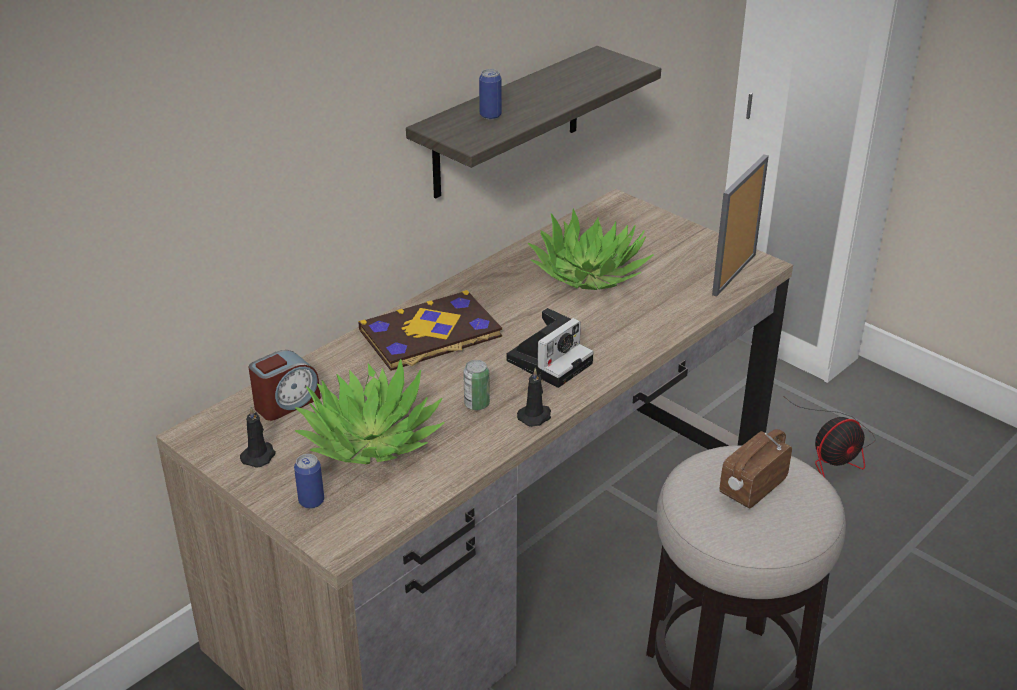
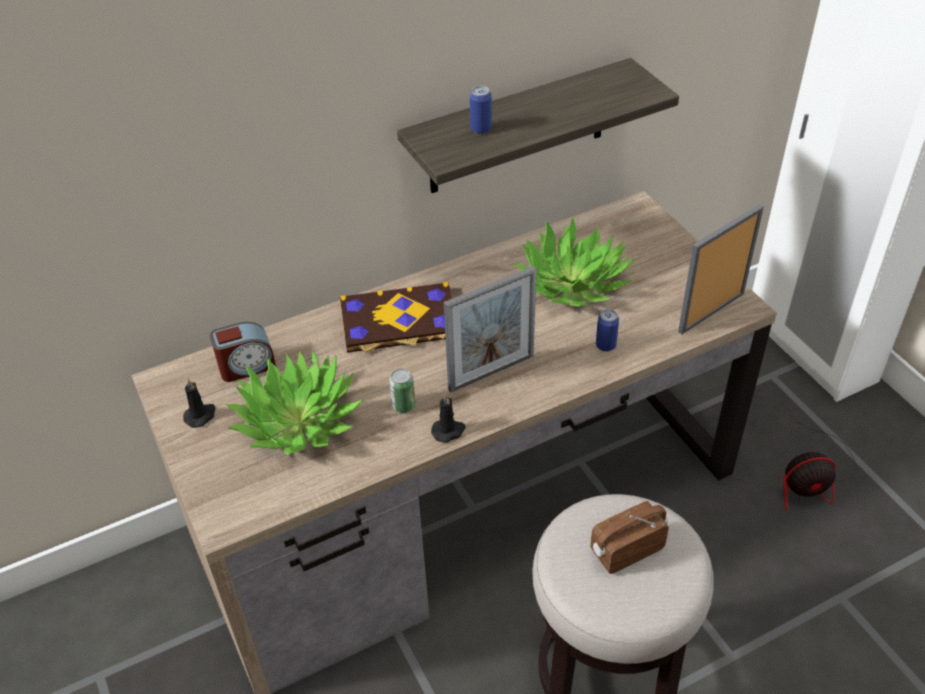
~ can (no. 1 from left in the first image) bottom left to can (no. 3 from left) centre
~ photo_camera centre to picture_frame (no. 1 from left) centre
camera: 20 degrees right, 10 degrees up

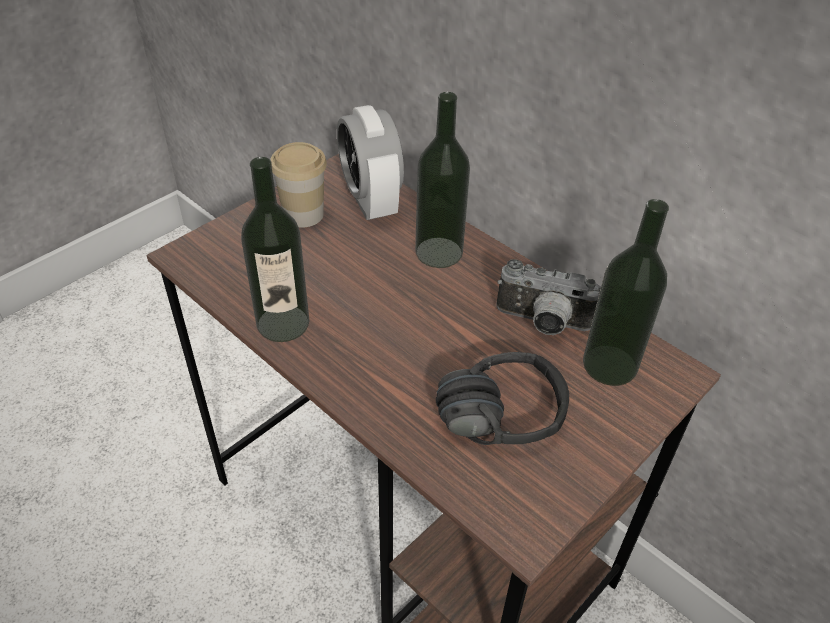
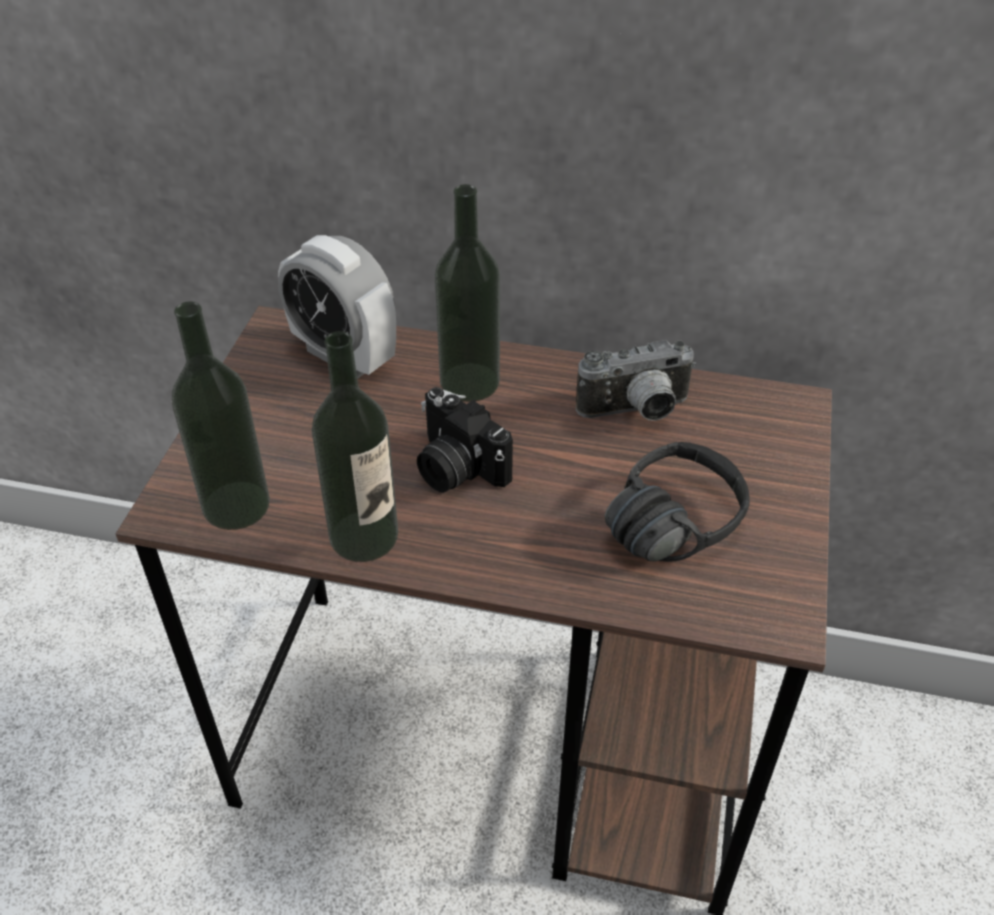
- cup top centre
+ photo_camera (no. 1 from left) centre
~ bottle (no. 3 from left in the first image) middle right to bottle (no. 1 from left) middle left
camera: 30 degrees left, 0 degrees up

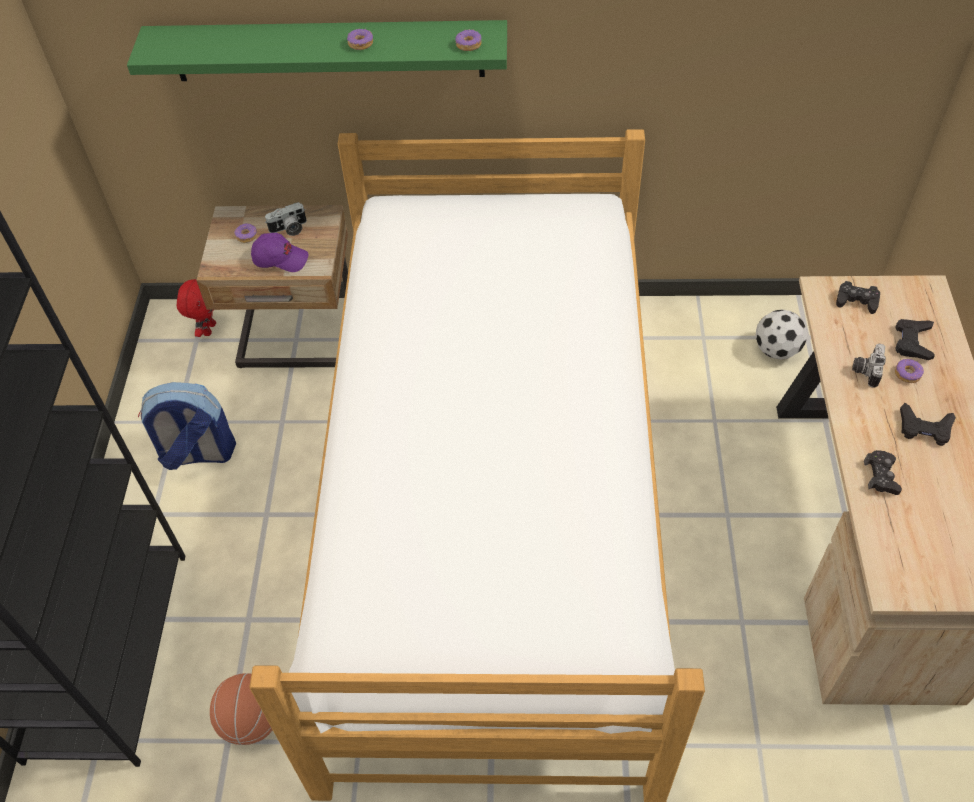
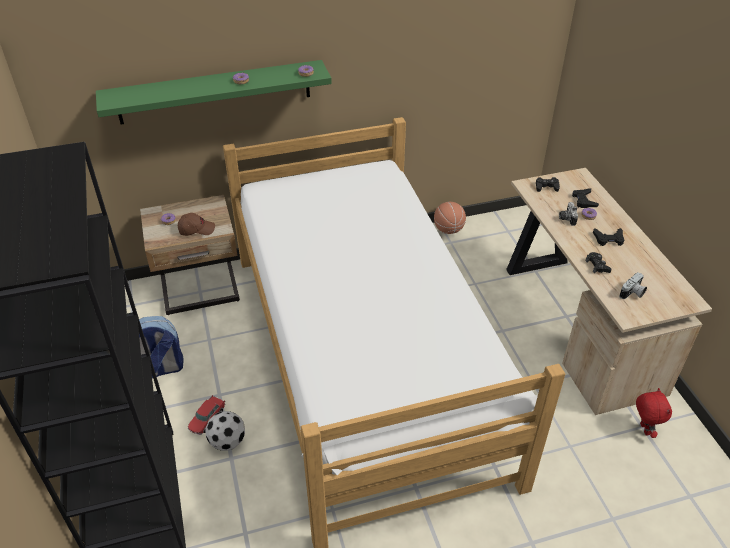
+ toy_car bottom left
~ red_plush_toy middle left to bottom right
~ basketball bottom left to centre
~ photo_camera (no. 1 from left in the first image) top left to photo_camera (no. 2 from left) middle right
~ football middle right to bottom left
~ purple_cap top left to brown_cap middle left
camera: 20 degrees left, 10 degrees down

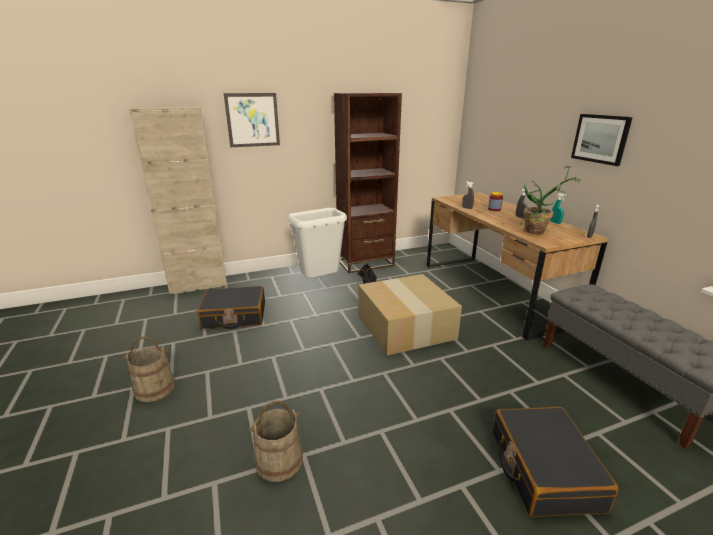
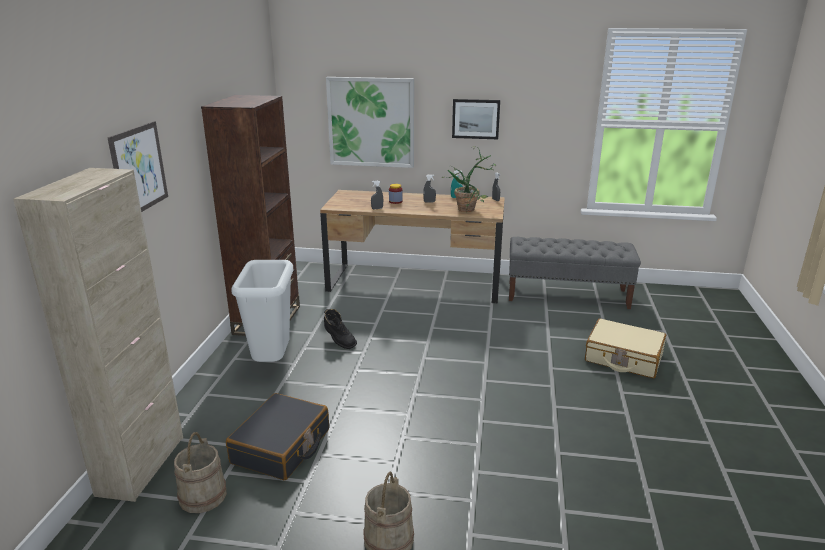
- cardboard_box centre
+ picture (no. 2 from left) top centre
~ beige_bucket (no. 2 from left in the first image) bottom centre to beige_bucket (no. 1 from left) bottom left
~ black_suitcase (no. 2 from left) bottom right to beige_suitcase middle right
camera: 60 degrees left, 0 degrees up

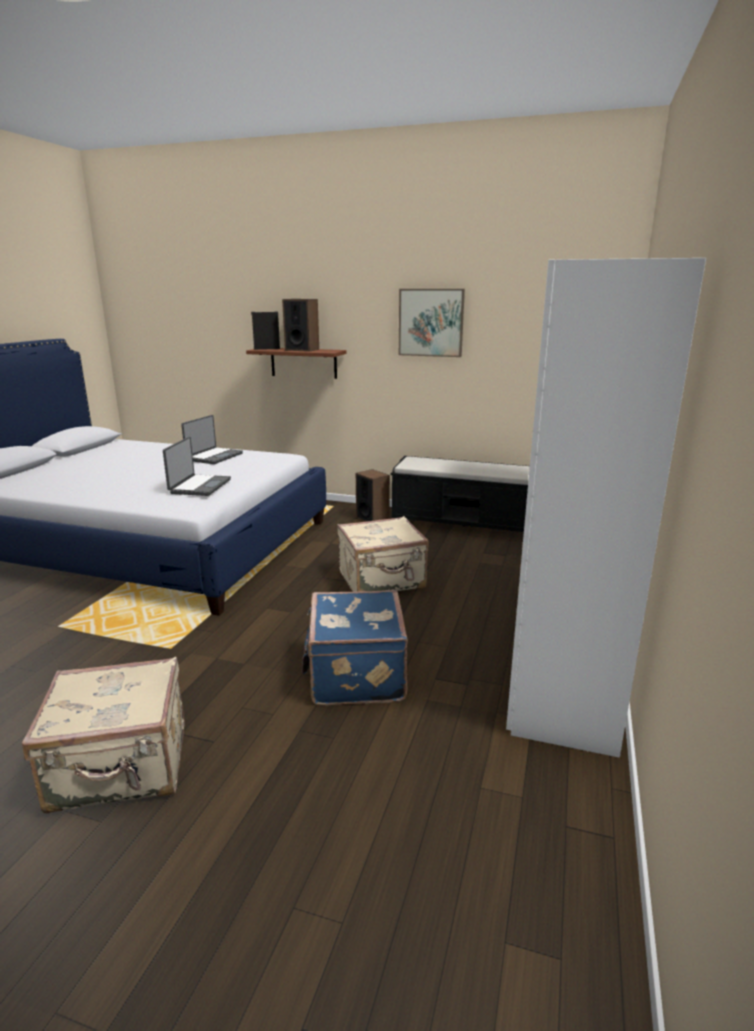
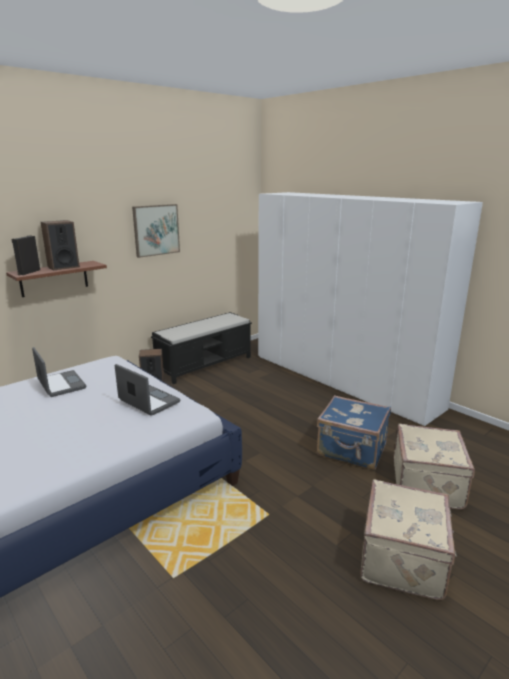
~ beige_suitcase (no. 2 from left) centre to bottom right
camera: 60 degrees left, 0 degrees up

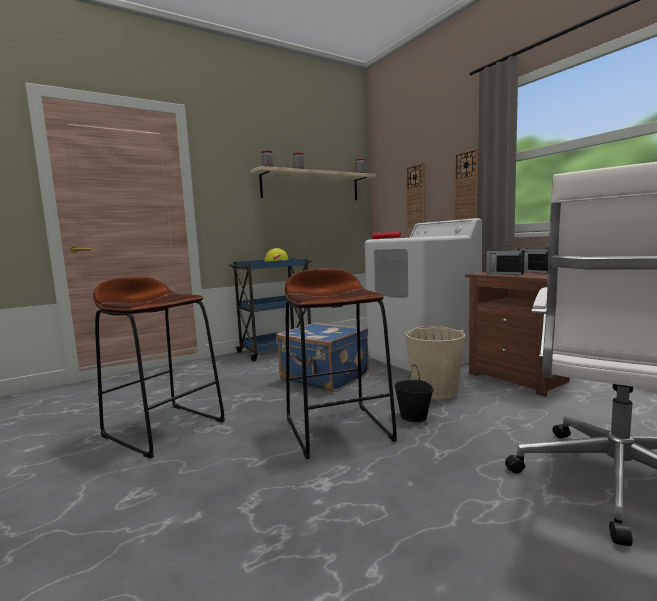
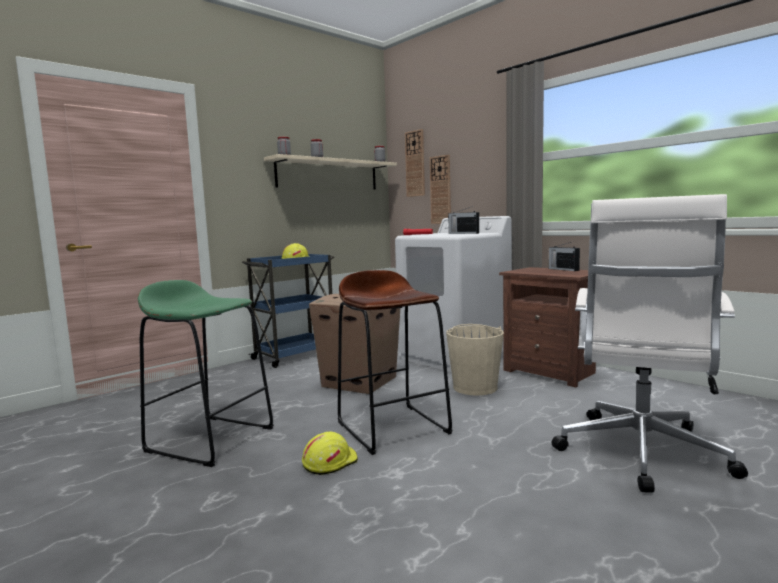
- black_bucket centre
+ yellow_hard_hat (no. 2 from left) bottom centre
~ wall_clock (no. 2 from left in the first image) top right to wall_clock (no. 1 from left) top centre
~ radio (no. 1 from left) middle right to centre
~ blue_suitcase centre to cardboard_box centre
~ brown_stool (no. 1 from left) middle left to green_stool middle left
camera: 10 degrees left, 0 degrees up

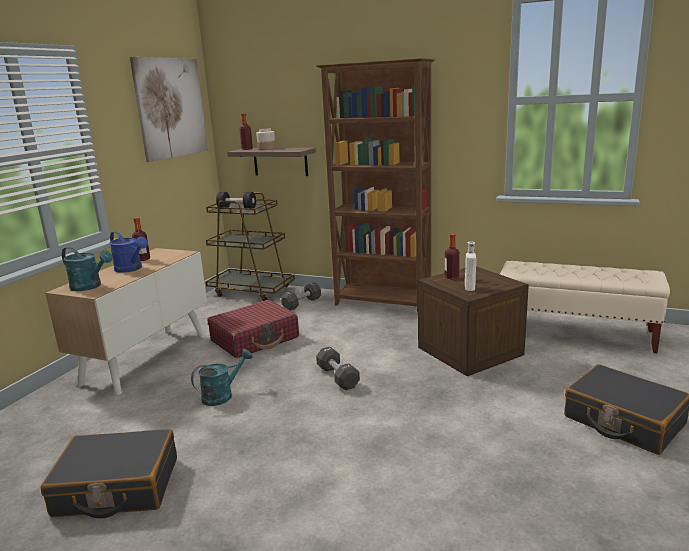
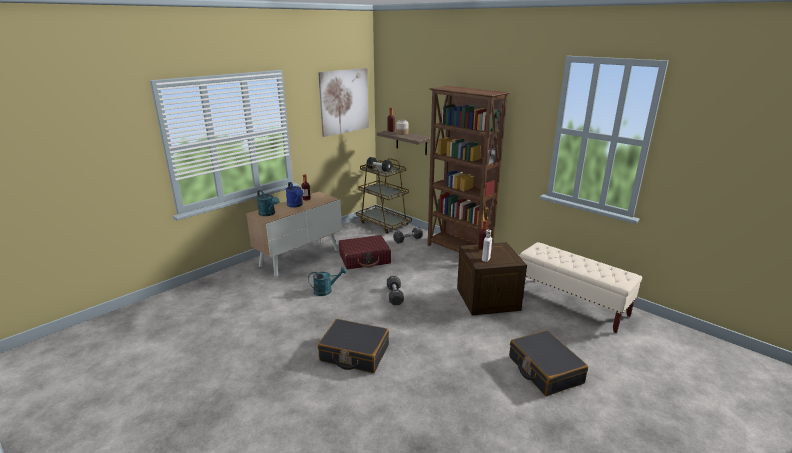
~ black_suitcase (no. 1 from left) bottom left to bottom centre
camera: 20 degrees right, 5 degrees up

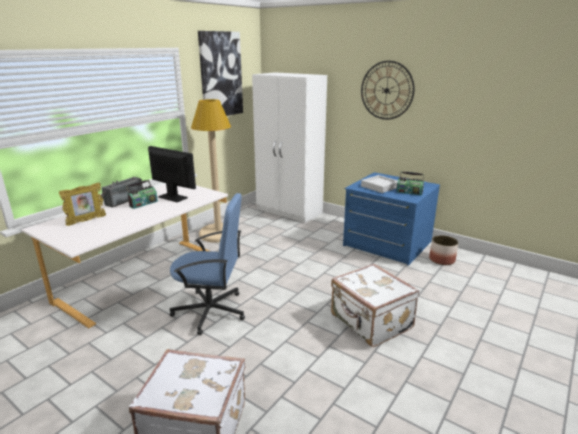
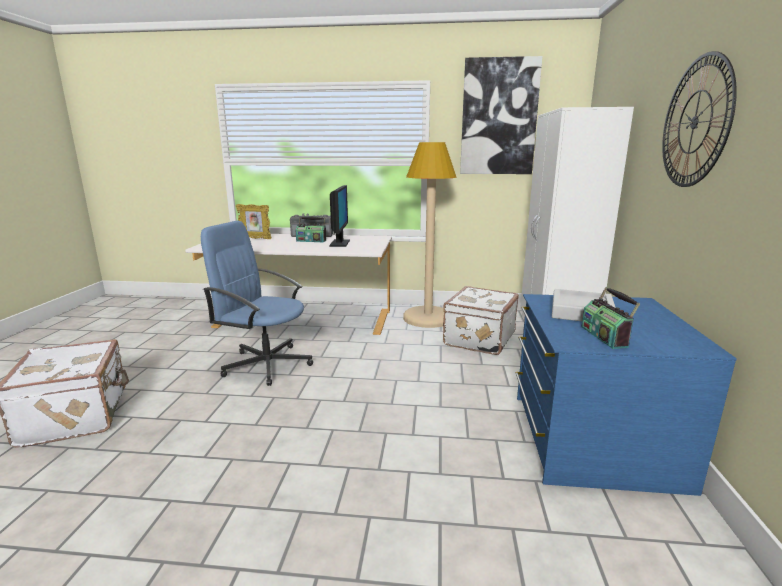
- planter middle right
~ white_suitcase (no. 2 from left) bottom centre to centre
~ blue_office_chair centre = middle left 135 degrees clockwise
camera: 60 degrees right, 5 degrees down

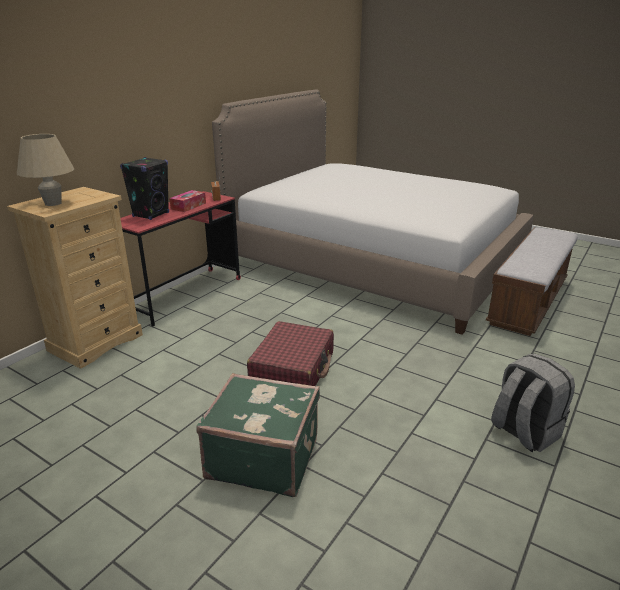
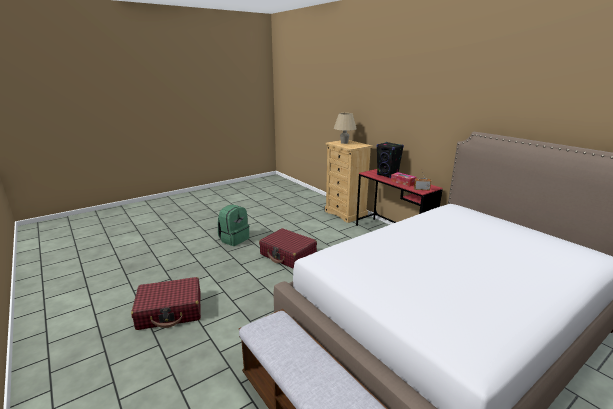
~ green_suitcase bottom centre to green_backpack centre
~ grey_backpack bottom right to red_suitcase (no. 1 from left) bottom left
camera: 110 degrees right, 5 degrees down

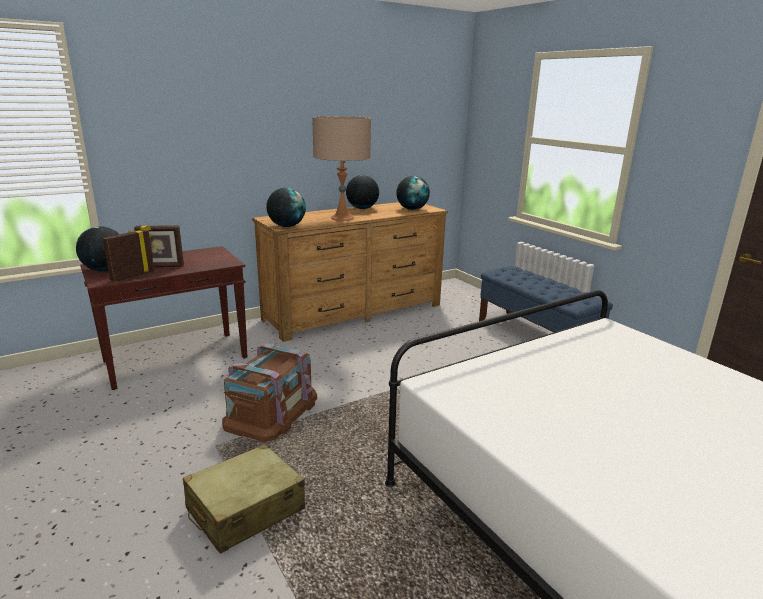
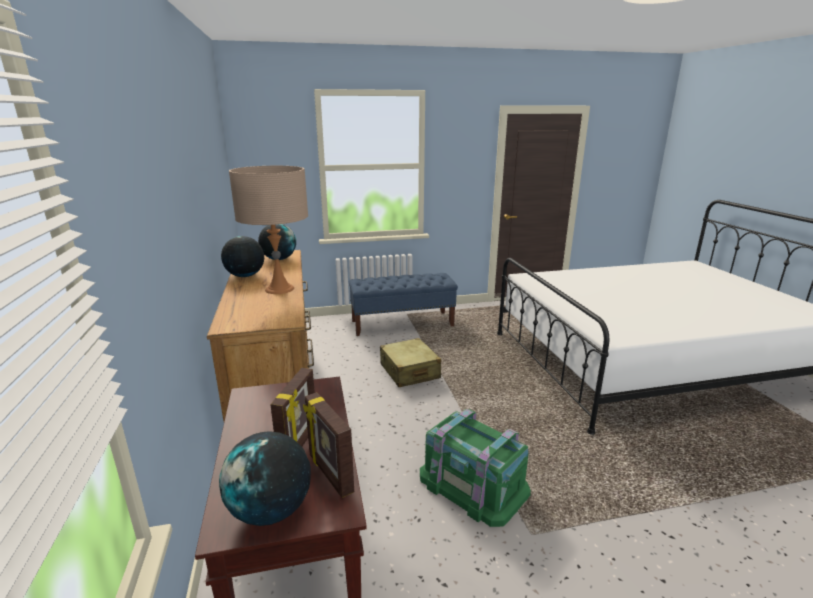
- globe (no. 2 from left) centre
~ beige_suitcase bottom left to centre
~ brown_storage_box centre to green_storage_box bottom centre
camera: 70 degrees left, 0 degrees up

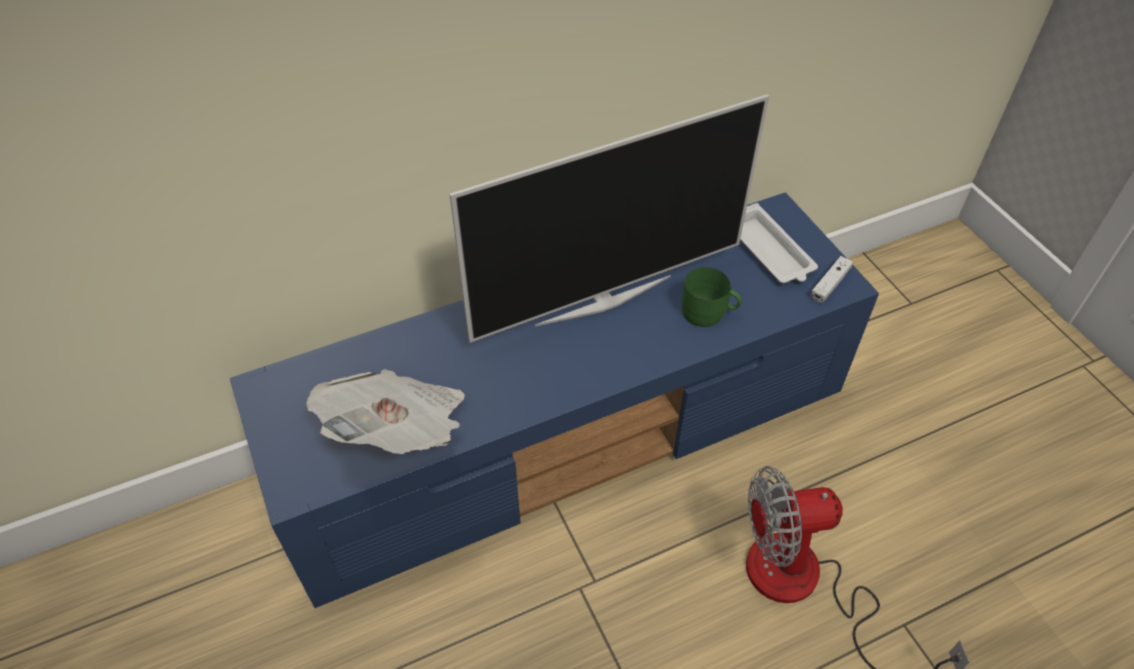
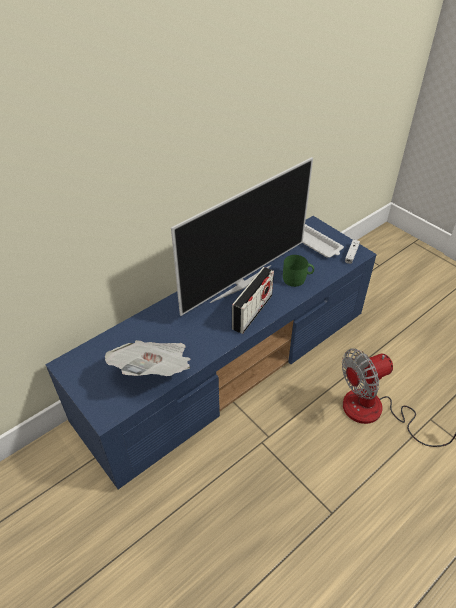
+ radio centre
camera: 15 degrees left, 5 degrees down

